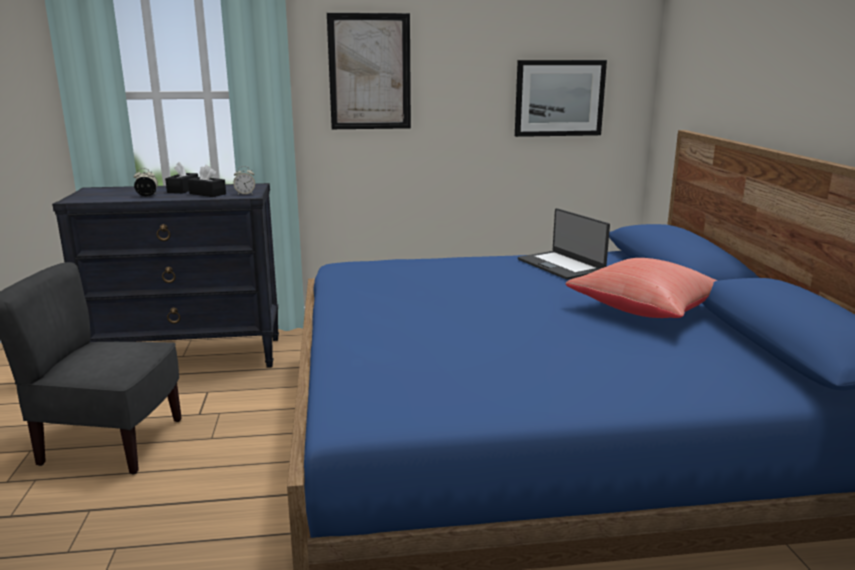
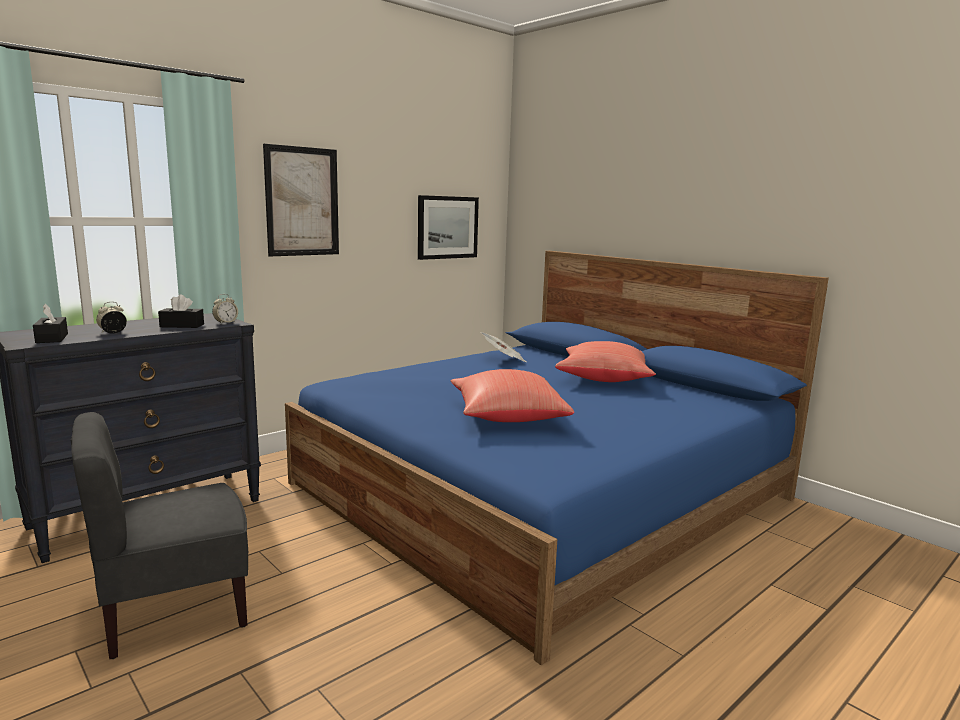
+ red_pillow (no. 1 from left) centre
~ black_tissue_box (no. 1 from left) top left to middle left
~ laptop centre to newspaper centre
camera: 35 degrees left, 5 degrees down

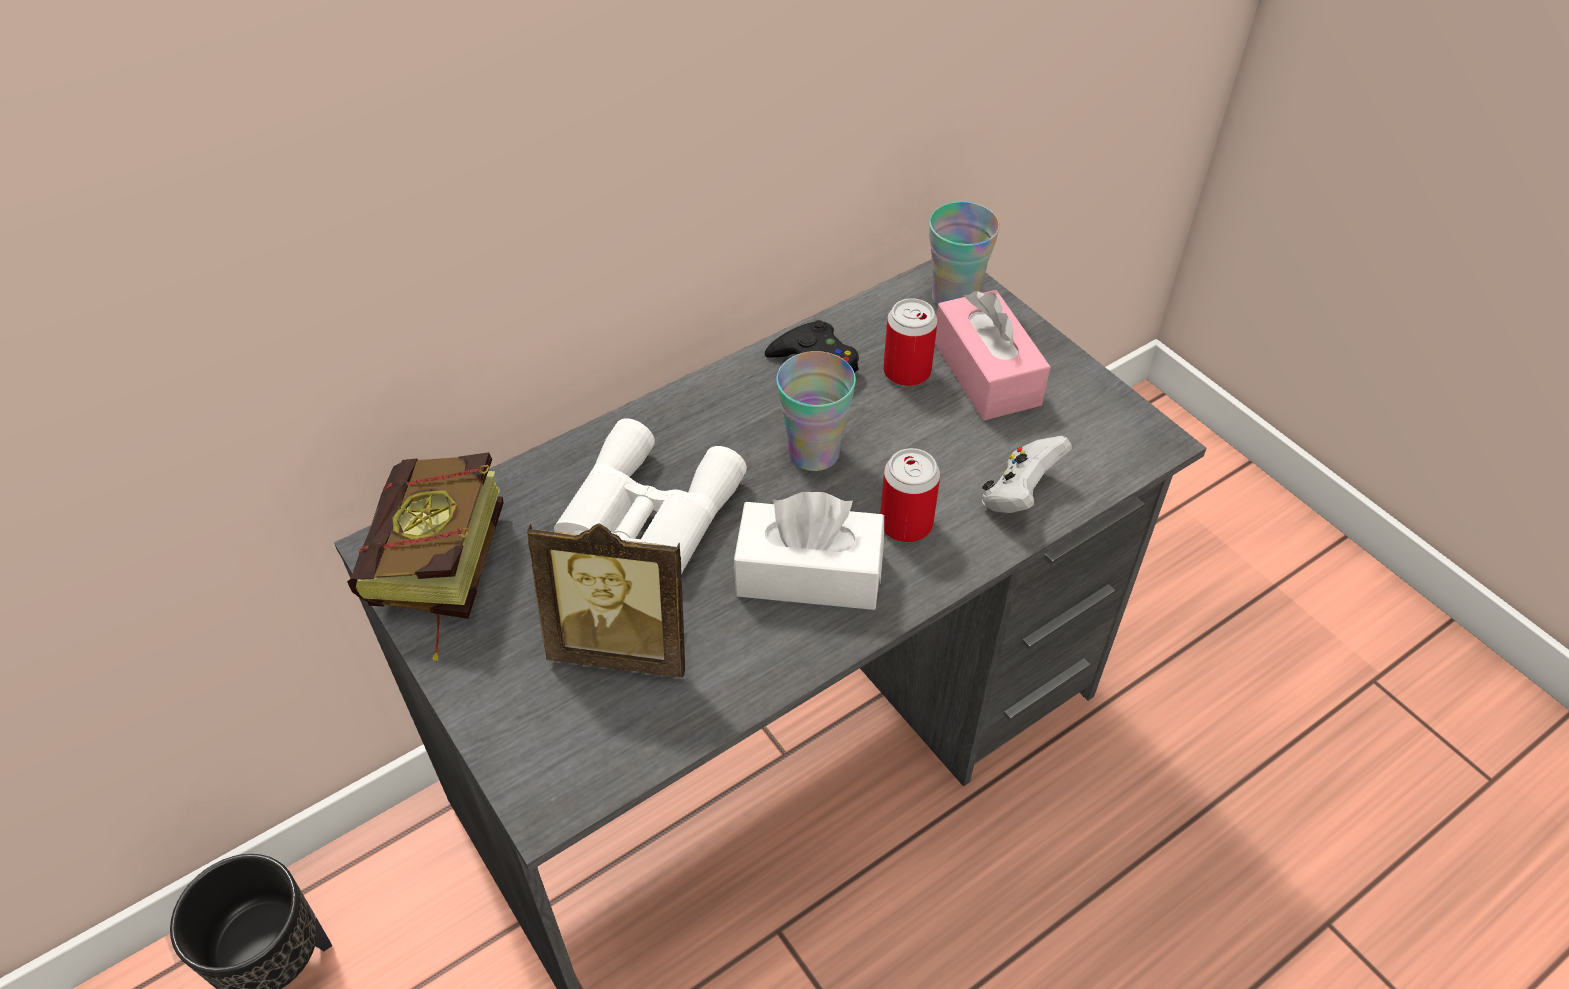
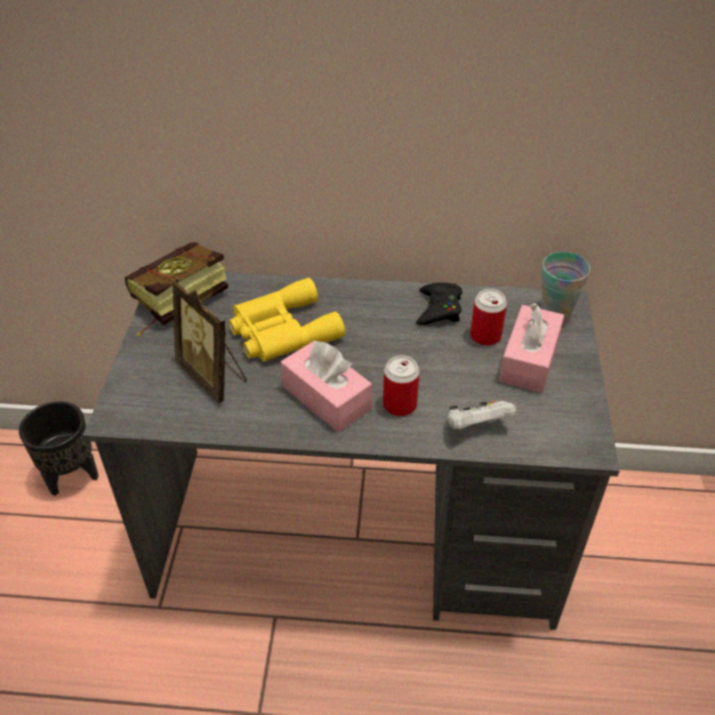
- cup (no. 1 from left) centre
~ white_binoculars centre to yellow_binoculars centre
~ white_tissue_box centre to pink_tissue_box (no. 1 from left) centre
camera: 40 degrees right, 5 degrees down

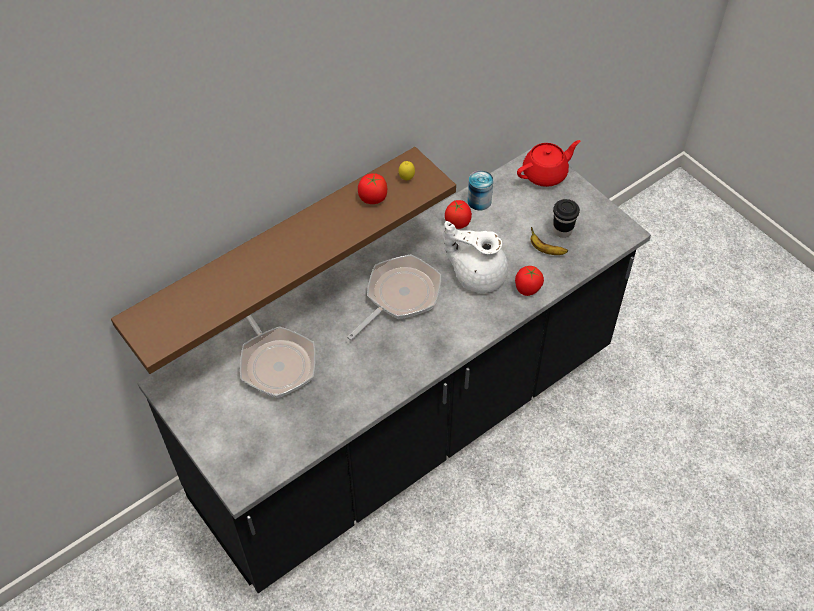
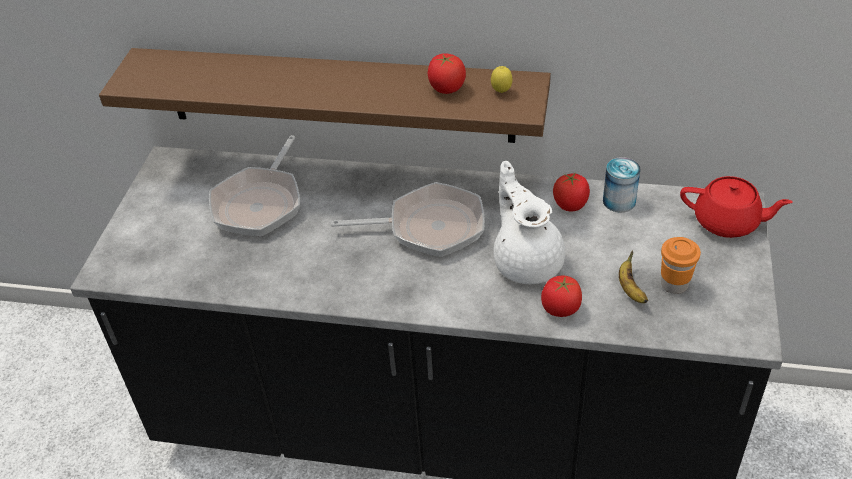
~ black_cup middle right to orange_cup middle right
camera: 50 degrees right, 10 degrees down

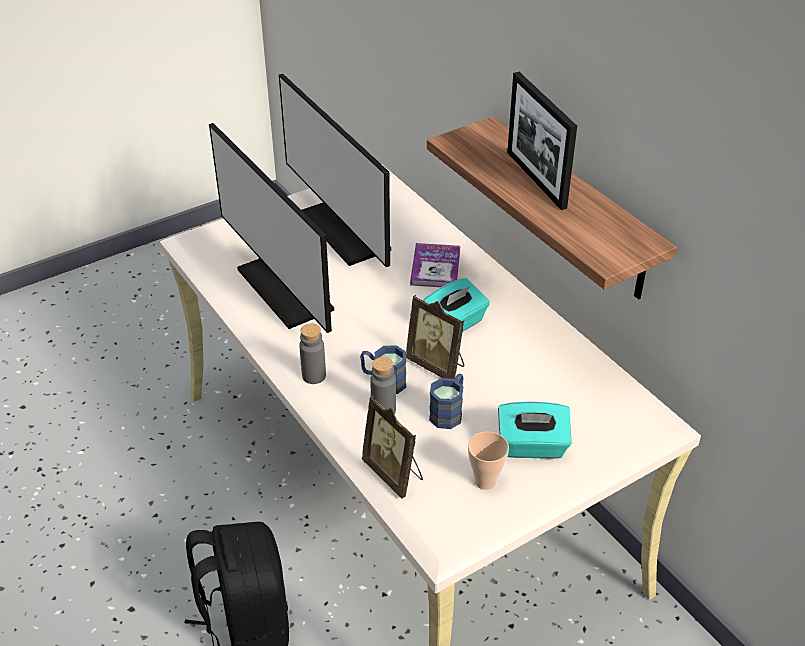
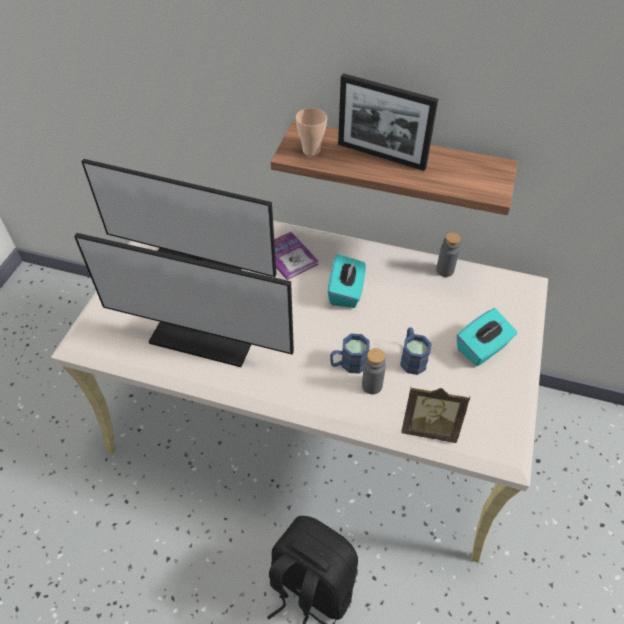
- picture_frame (no. 2 from left) centre
~ grey_bottle (no. 1 from left in the first image) centre to grey_bottle (no. 2 from left) middle right
~ cup bottom centre to top centre
camera: 40 degrees left, 10 degrees up

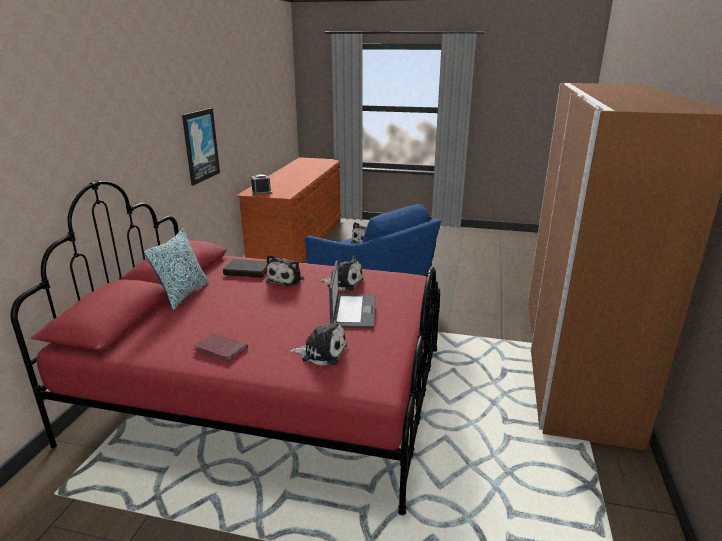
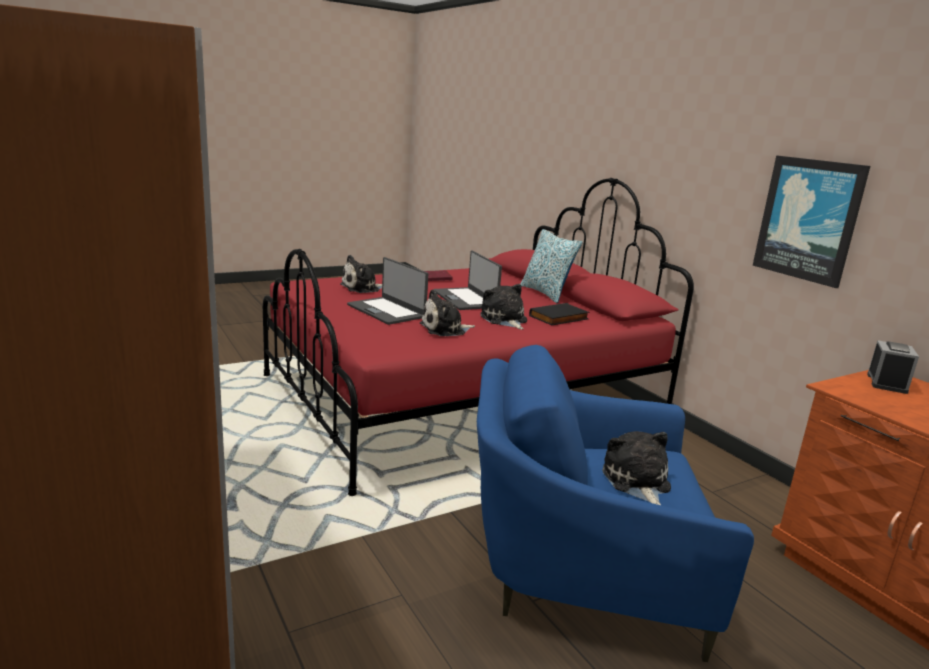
+ laptop (no. 2 from left) centre
camera: 135 degrees right, 5 degrees down

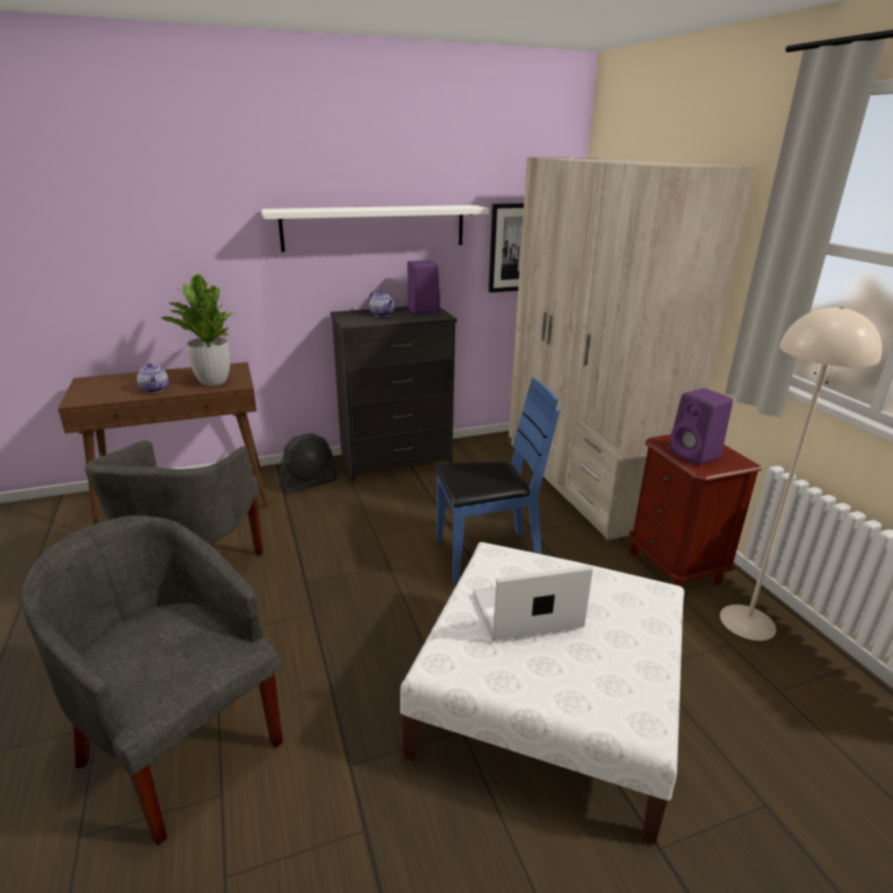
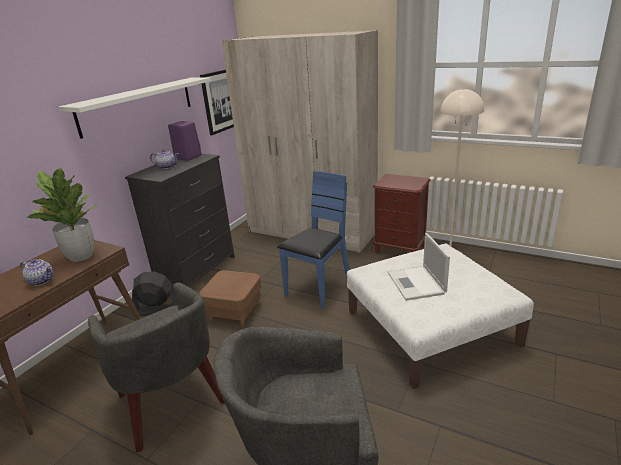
- purple_speaker (no. 2 from left) middle right
+ brown_ottoman centre
~ black_fan centre = middle left 105 degrees counterclockwise
~ laptop bottom centre = middle right 45 degrees counterclockwise
camera: 40 degrees left, 0 degrees up

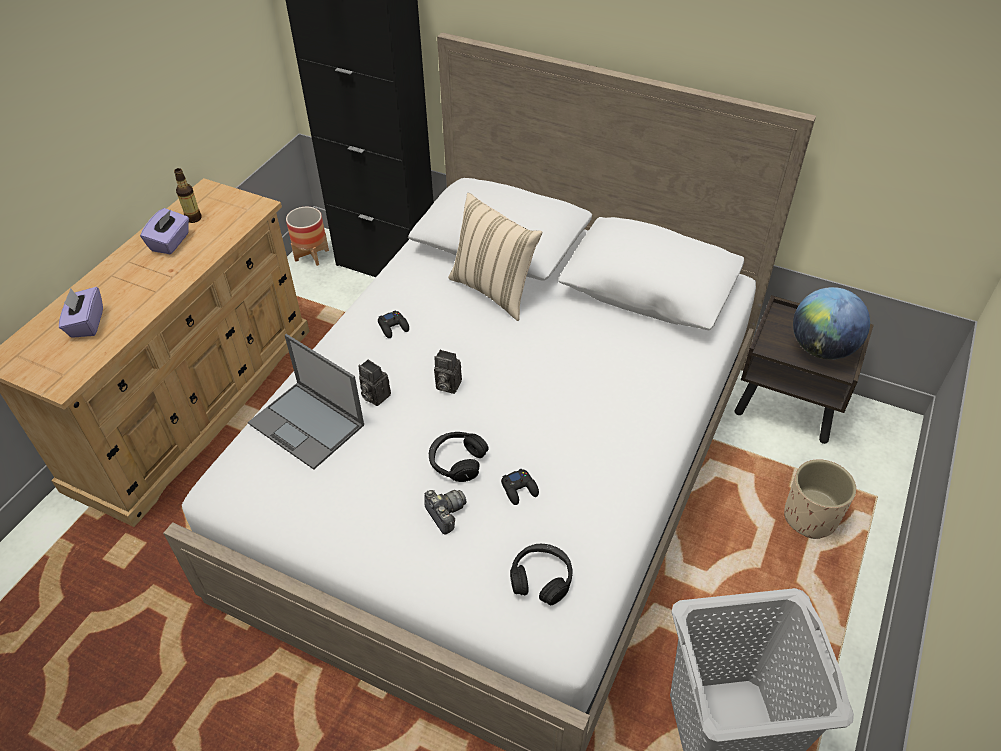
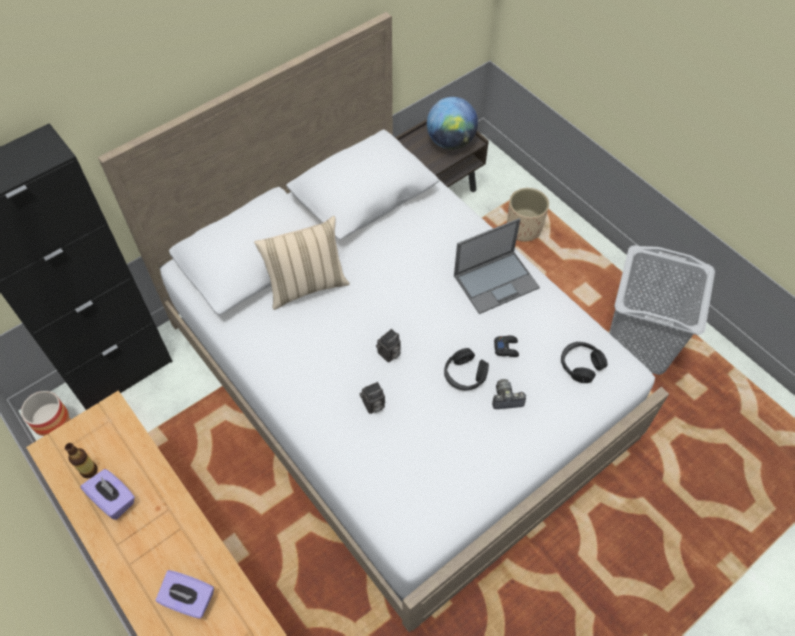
- black_game_controller (no. 1 from left) centre
~ laptop middle left to centre
camera: 65 degrees left, 10 degrees up

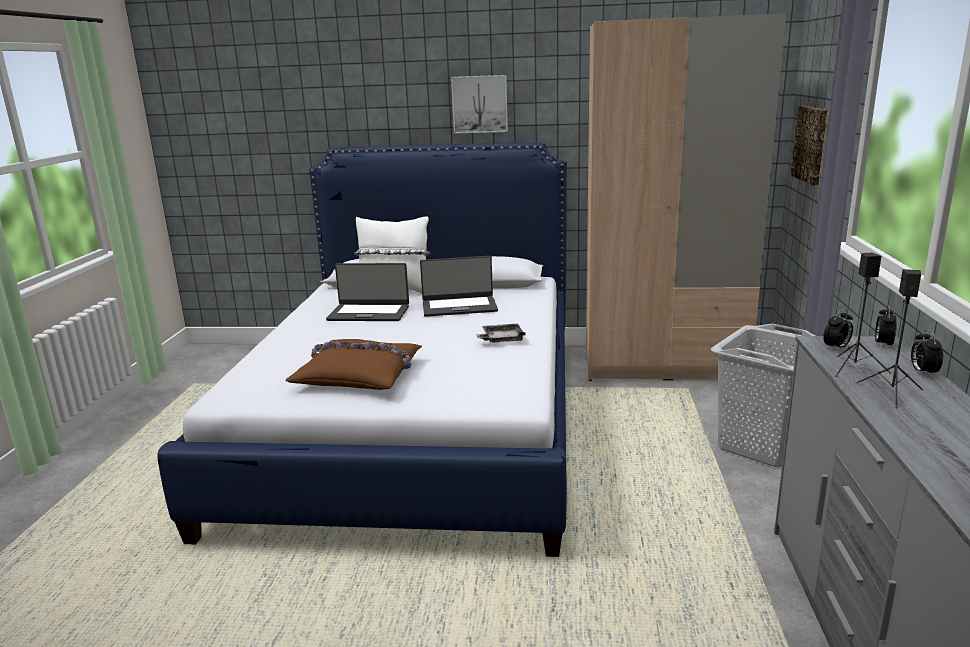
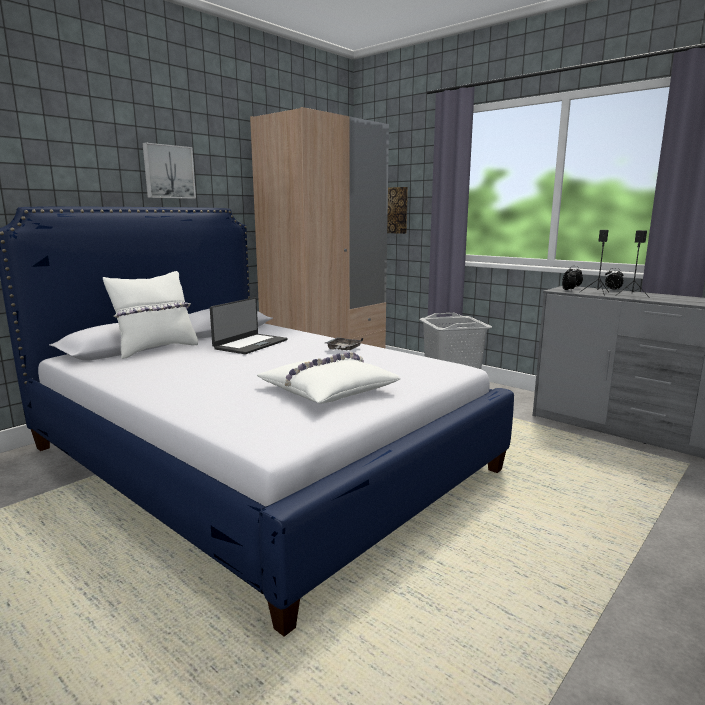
- laptop (no. 1 from left) centre
~ brown_pillow centre to white_pillow (no. 2 from left) centre
camera: 55 degrees left, 5 degrees down

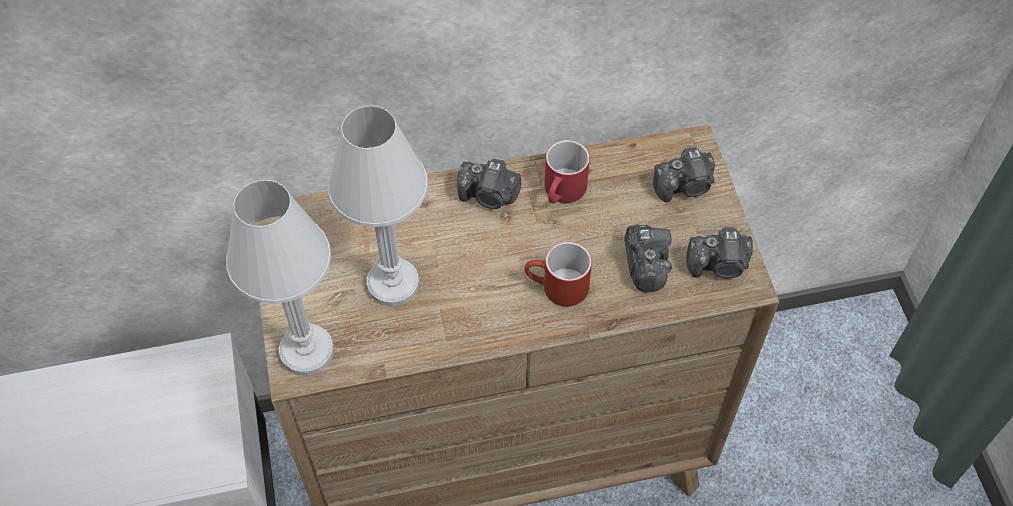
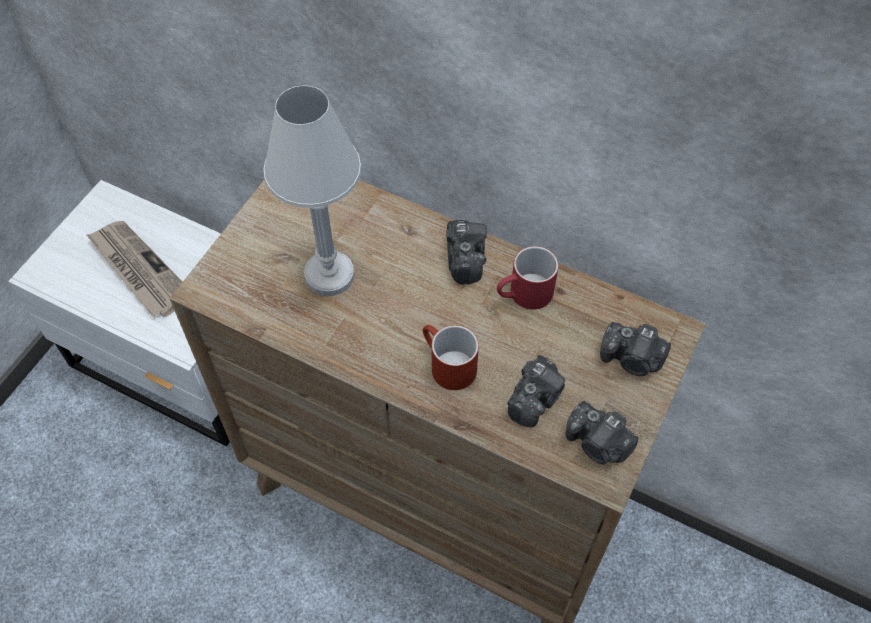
- white_table_lamp (no. 1 from left) middle left
+ newspaper middle left
~ photo_camera (no. 1 from left) centre = centre 150 degrees counterclockwise
camera: 40 degrees right, 0 degrees up

